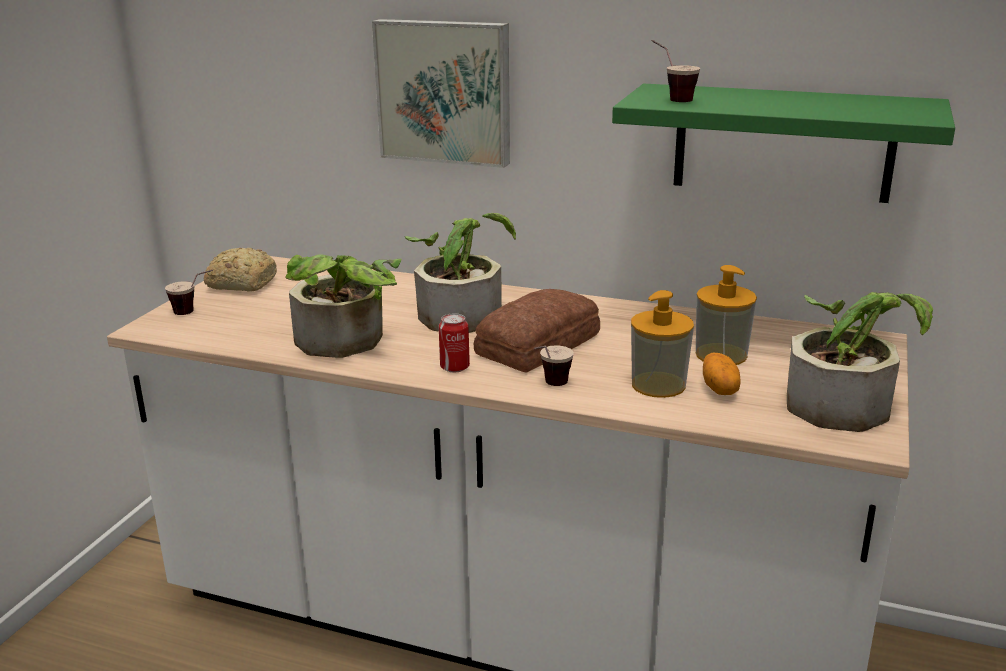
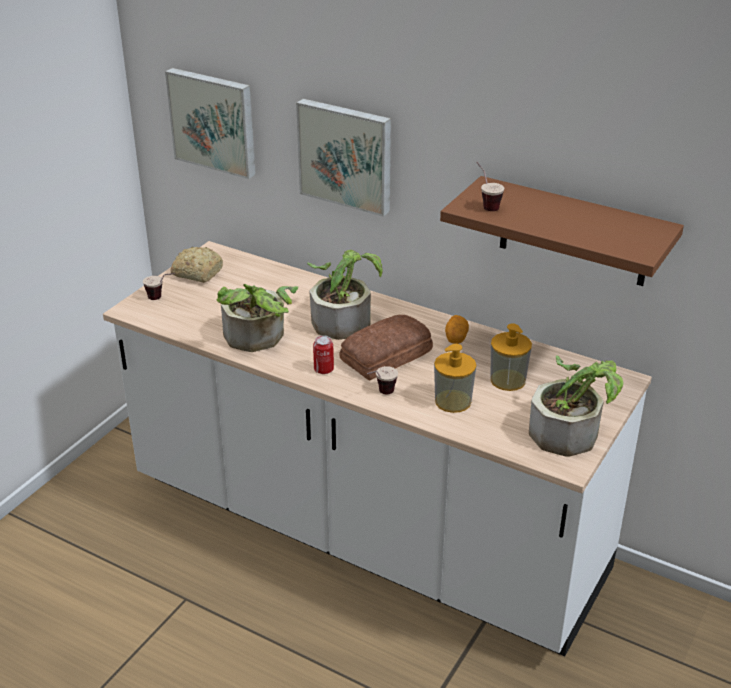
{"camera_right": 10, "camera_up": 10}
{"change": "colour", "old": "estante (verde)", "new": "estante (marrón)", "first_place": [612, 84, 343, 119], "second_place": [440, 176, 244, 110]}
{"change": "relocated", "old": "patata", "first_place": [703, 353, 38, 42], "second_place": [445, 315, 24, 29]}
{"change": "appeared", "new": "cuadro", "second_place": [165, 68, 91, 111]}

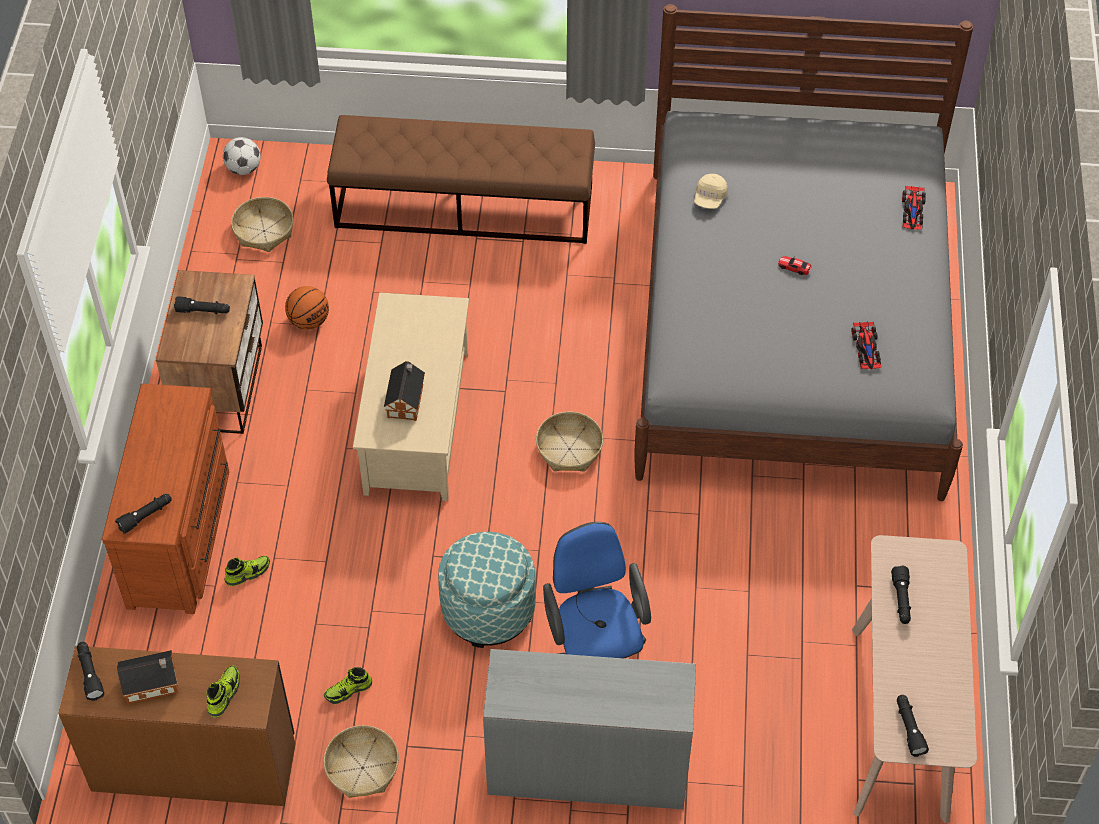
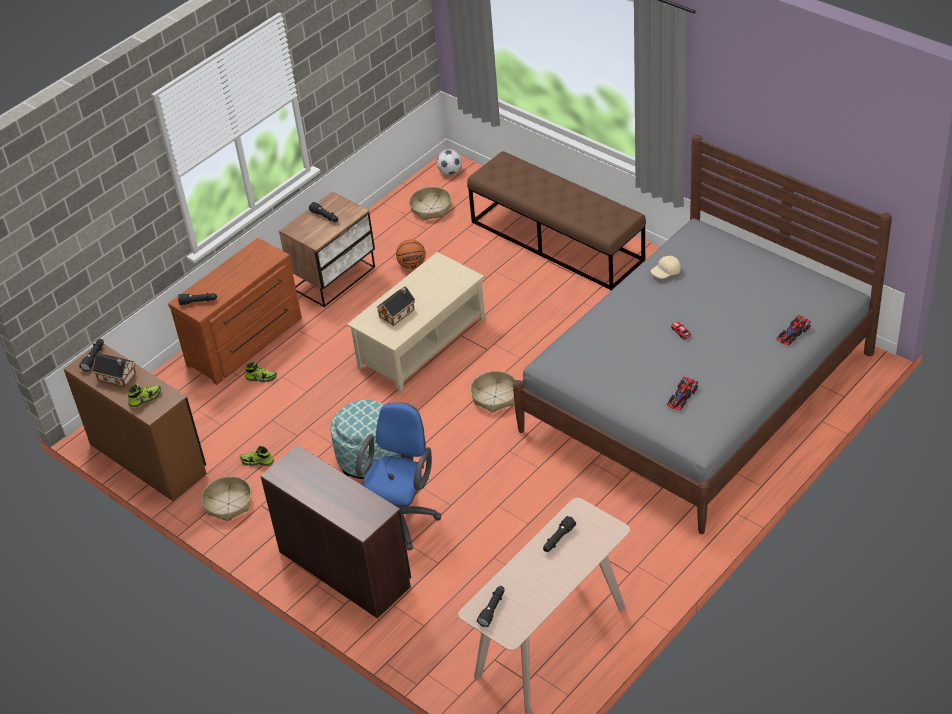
{"camera_right": 40, "camera_up": -10}
{"change": "colour", "old": "escritorio (gris)", "new": "escritorio (marrón)", "first_place": [483, 649, 213, 160], "second_place": [260, 445, 151, 174]}

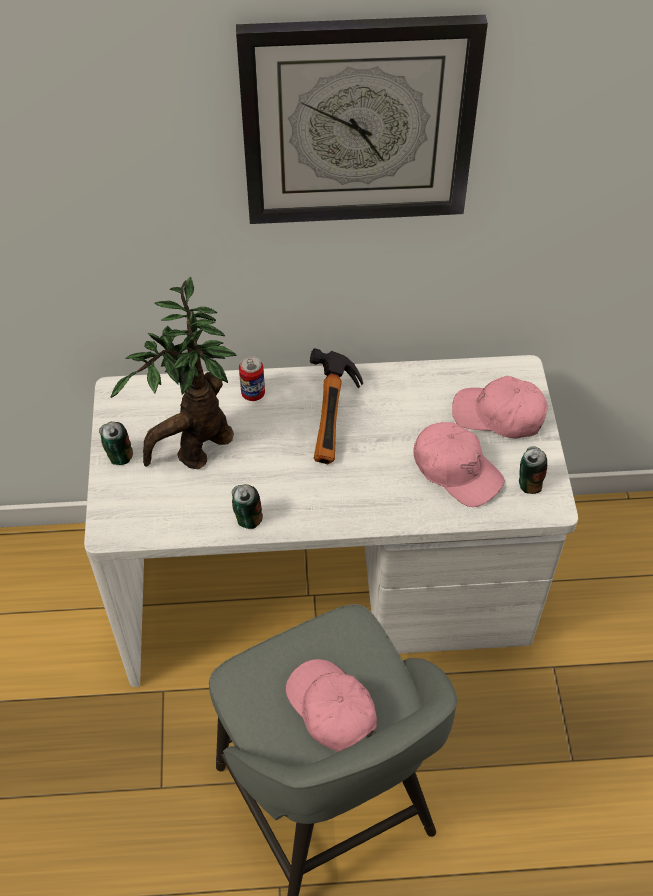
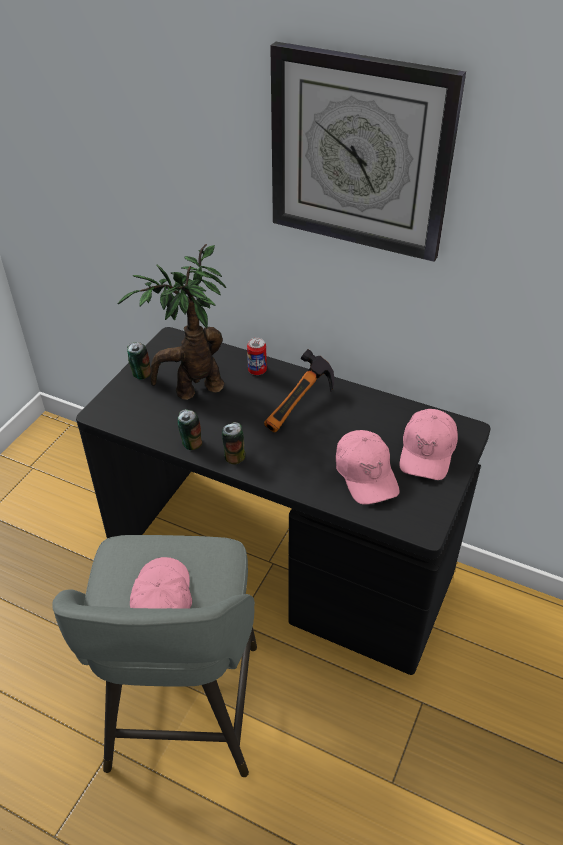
{"camera_right": 30, "camera_up": -10}
{"change": "colour", "old": "escritorio (blanco)", "new": "escritorio (negro)", "first_place": [84, 355, 494, 332], "second_place": [76, 327, 415, 348]}
{"change": "spun", "old": "gorra (rosa)", "first_place": [452, 376, 96, 62], "second_place": [399, 409, 59, 71], "degrees": -120}
{"change": "relocated", "old": "lata", "first_place": [519, 446, 28, 48], "second_place": [222, 422, 23, 43]}

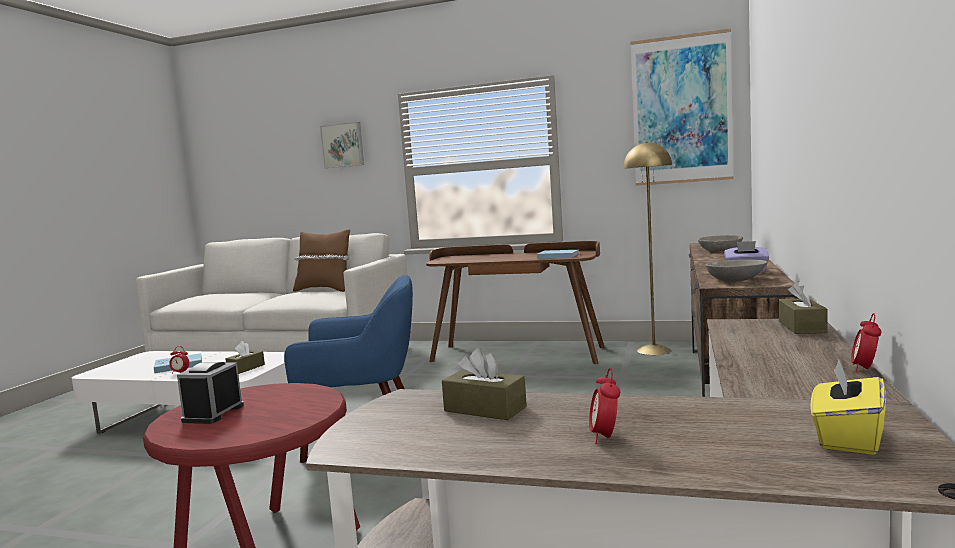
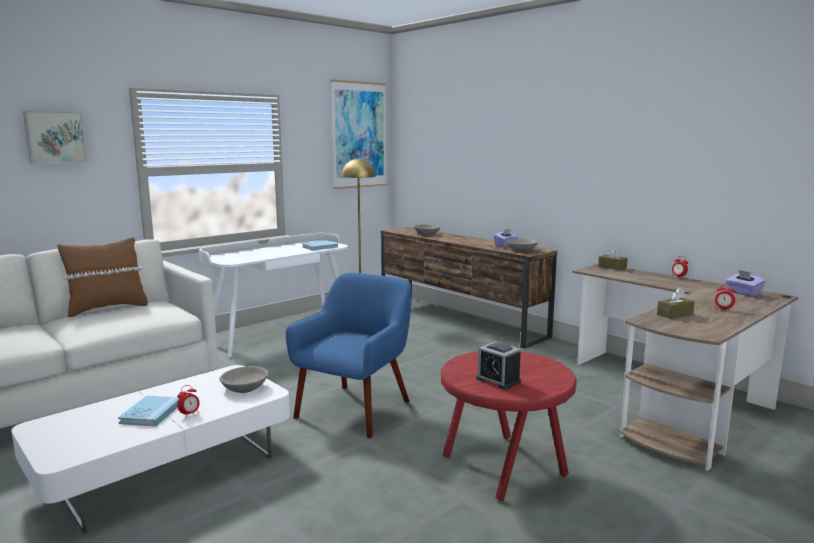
{"camera_right": -60, "camera_up": 5}
{"change": "exchanged", "old": "caja de pañuelos (marrón)", "new": "cuenco (gris)", "first_place": [225, 341, 40, 33], "second_place": [219, 366, 49, 27]}
{"change": "colour", "old": "escritorio (marrón)", "new": "escritorio (blanco)", "first_place": [426, 241, 179, 123], "second_place": [199, 233, 149, 124]}
{"change": "colour", "old": "caja de pañuelos (amarillo)", "new": "caja de pañuelos (morado)", "first_place": [810, 360, 76, 95], "second_place": [726, 269, 39, 28]}

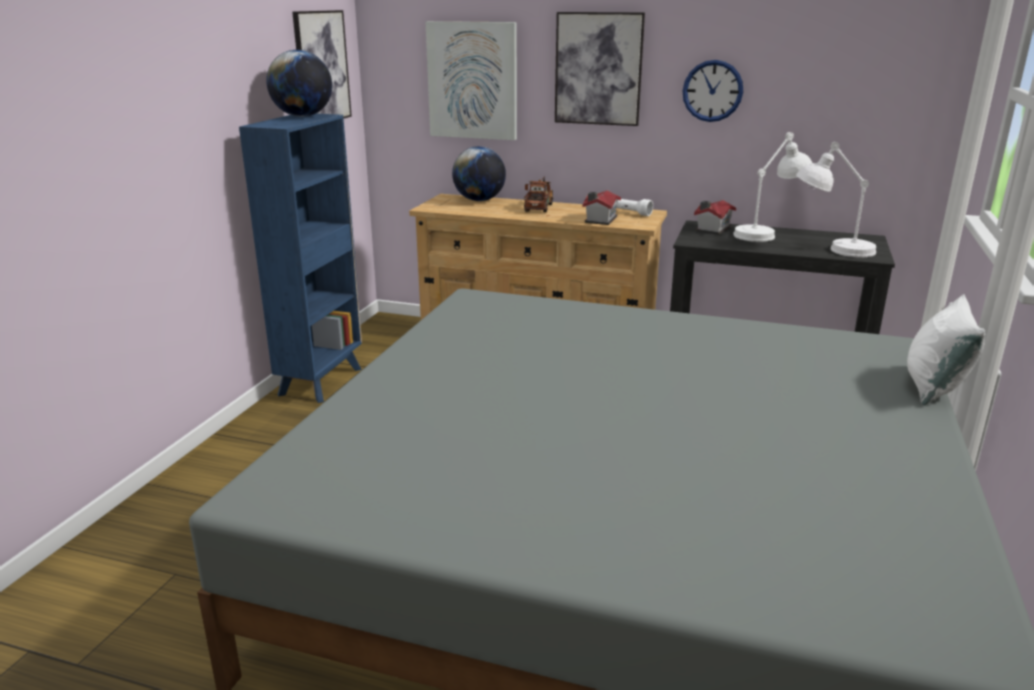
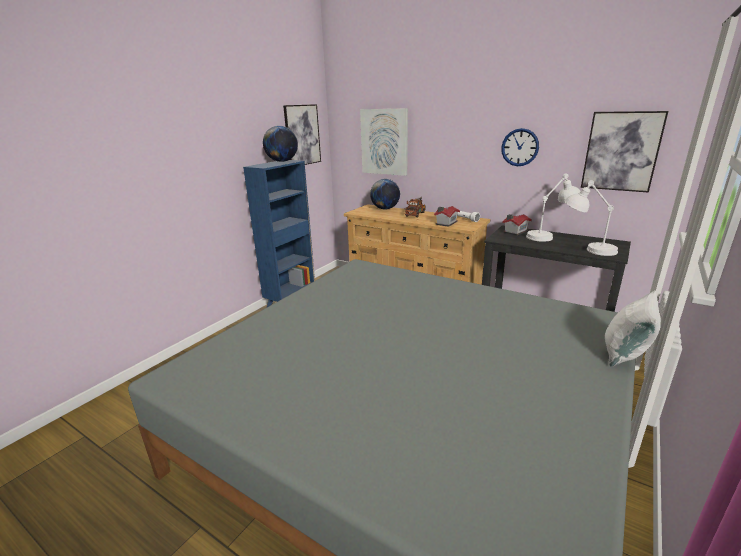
{"camera_right": 15, "camera_up": 0}
{"change": "relocated", "old": "cuadro", "first_place": [555, 12, 90, 114], "second_place": [581, 111, 87, 82]}

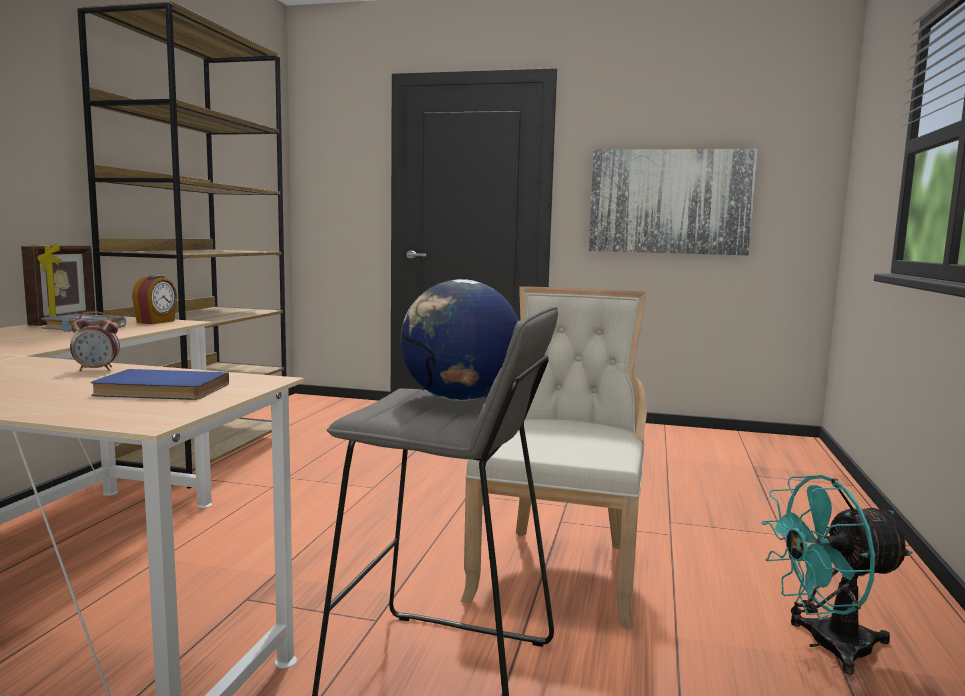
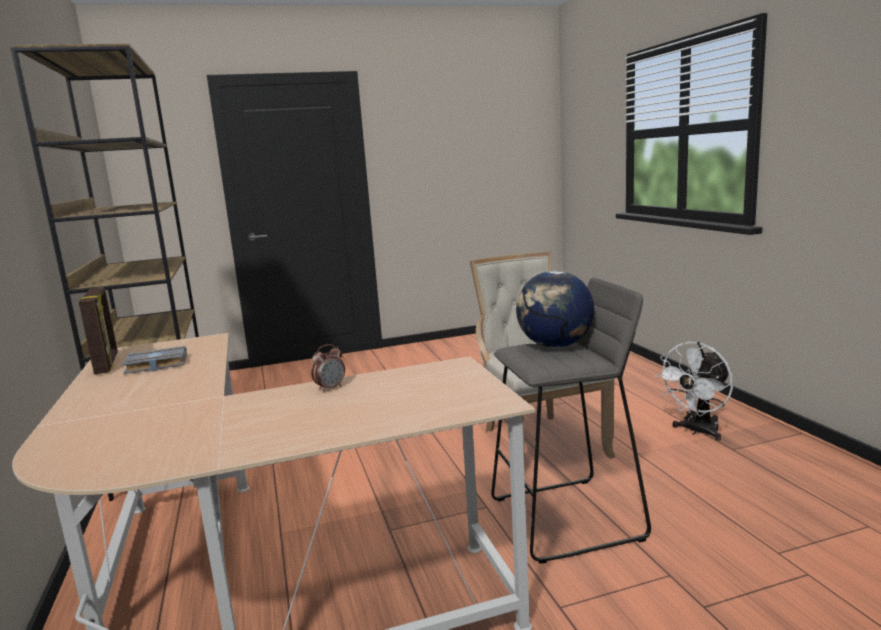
{"camera_right": -30, "camera_up": 5}
{"change": "missing", "old": "libro (azul)", "first_place": [91, 369, 138, 31]}
{"change": "missing", "old": "despertador", "first_place": [132, 275, 45, 49]}
{"change": "missing", "old": "cuadro", "first_place": [589, 149, 169, 106]}
{"change": "colour", "old": "ventilador (turquesa)", "new": "ventilador (blanco)", "first_place": [761, 475, 152, 200], "second_place": [655, 341, 78, 100]}

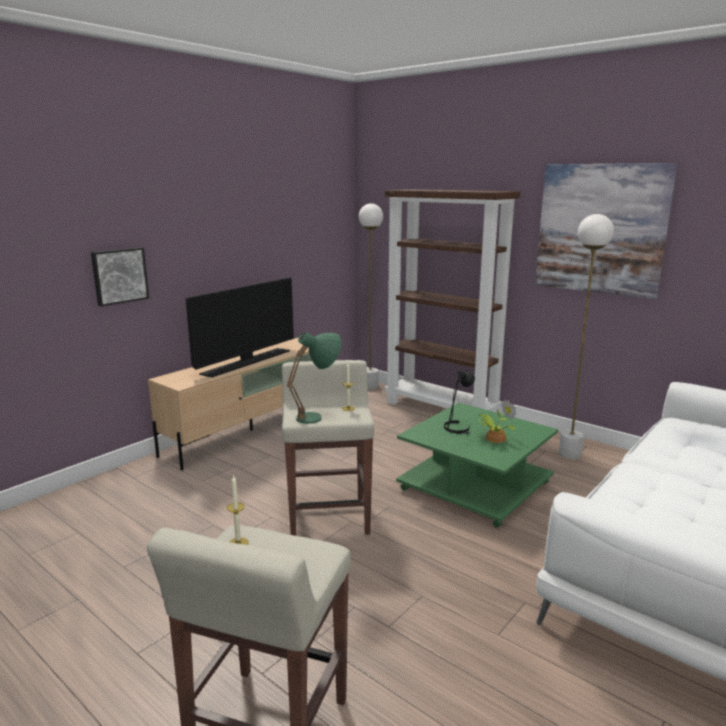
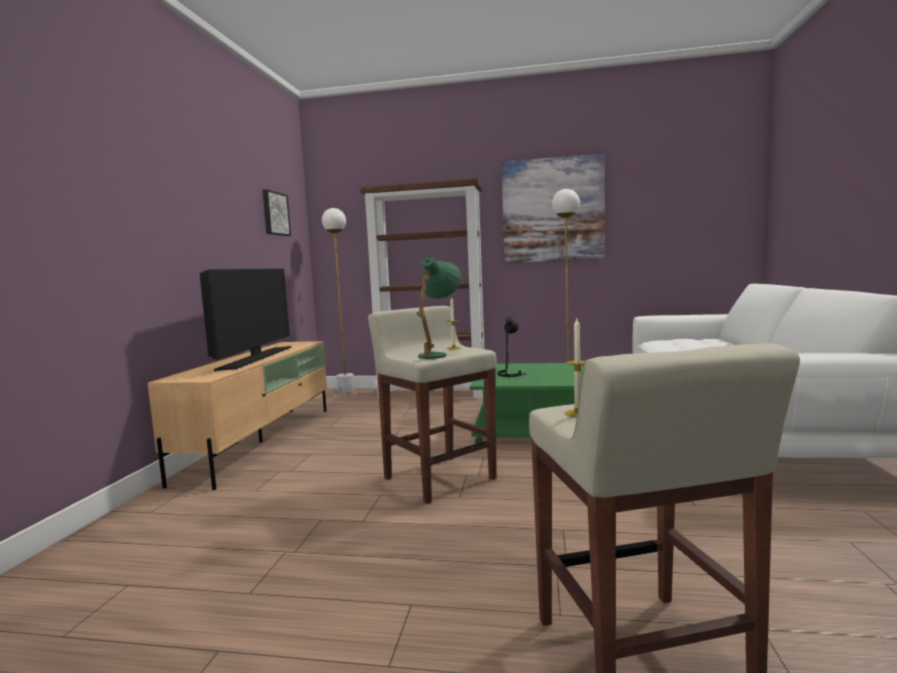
{"camera_right": -30, "camera_up": -10}
{"change": "relocated", "old": "cuadro", "first_place": [91, 247, 58, 60], "second_place": [263, 189, 28, 47]}
{"change": "missing", "old": "planta en maceta", "first_place": [478, 400, 38, 43]}

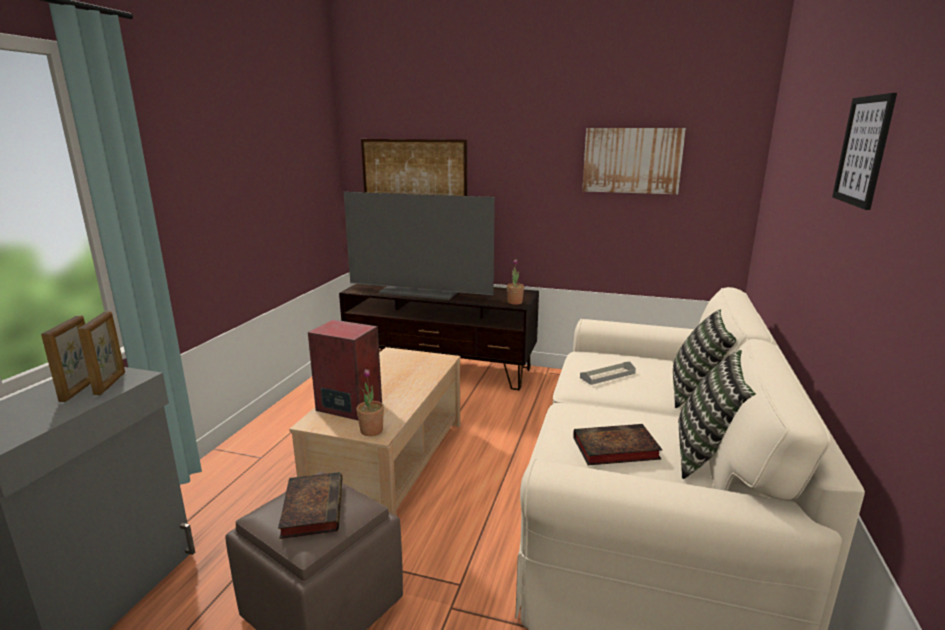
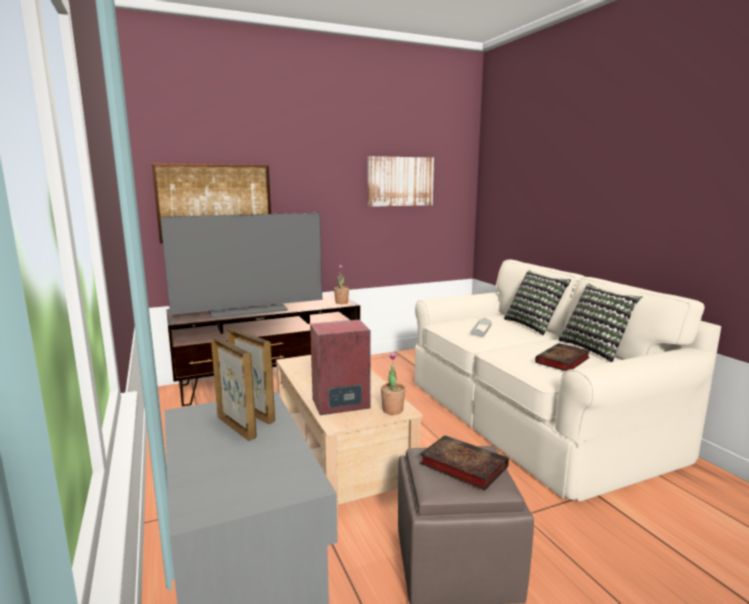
{"camera_right": -40, "camera_up": -5}
{"change": "missing", "old": "cuadro", "first_place": [832, 93, 65, 117]}

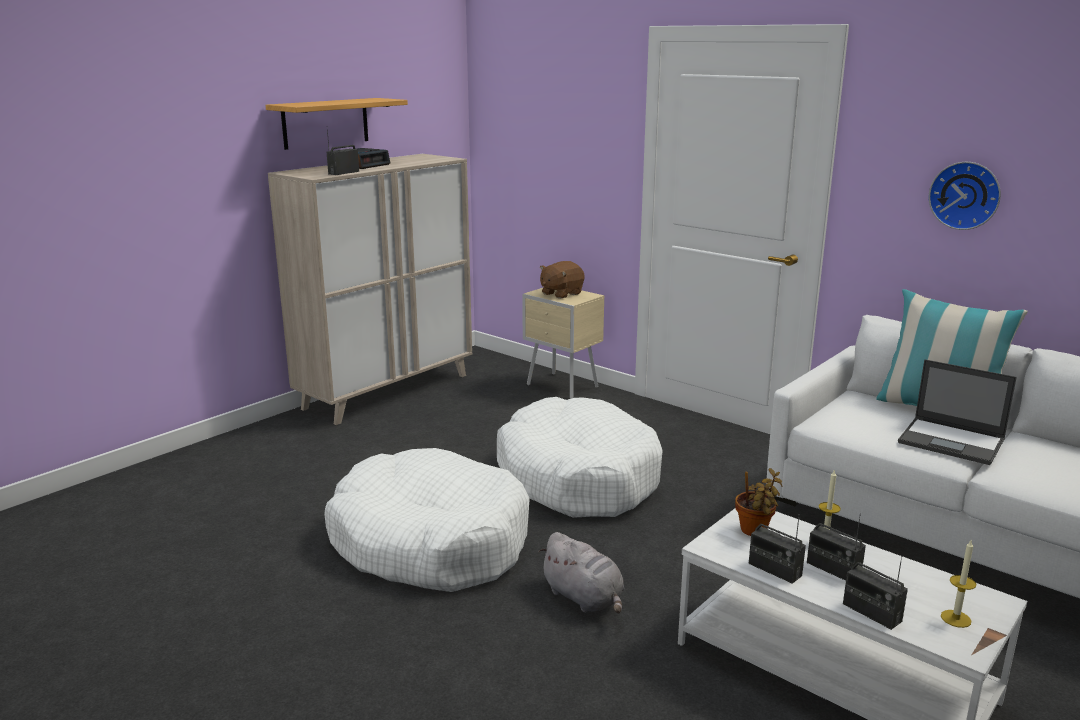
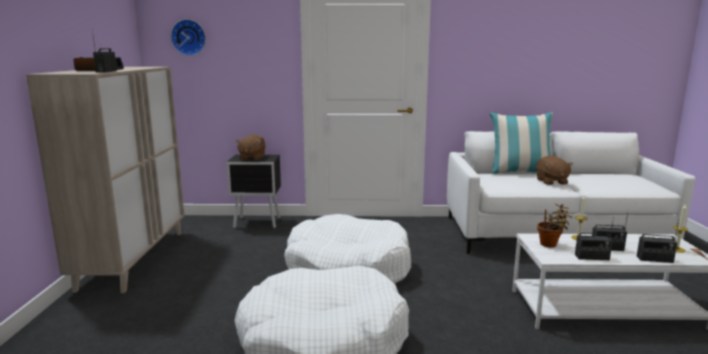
{"camera_right": -40, "camera_up": -5}
{"change": "missing", "old": "estante", "first_place": [266, 98, 142, 52]}
{"change": "colour", "old": "mesita de noche (beis)", "new": "mesita de noche (negro)", "first_place": [522, 288, 83, 110], "second_place": [226, 155, 55, 73]}
{"change": "missing", "old": "peluche (gris)", "first_place": [538, 532, 86, 82]}
{"change": "exchanged", "old": "portátil", "new": "peluche (marrón)", "first_place": [898, 359, 119, 106], "second_place": [536, 156, 37, 29]}
{"change": "relocated", "old": "reloj de pared", "first_place": [929, 162, 72, 68], "second_place": [171, 19, 35, 37]}

